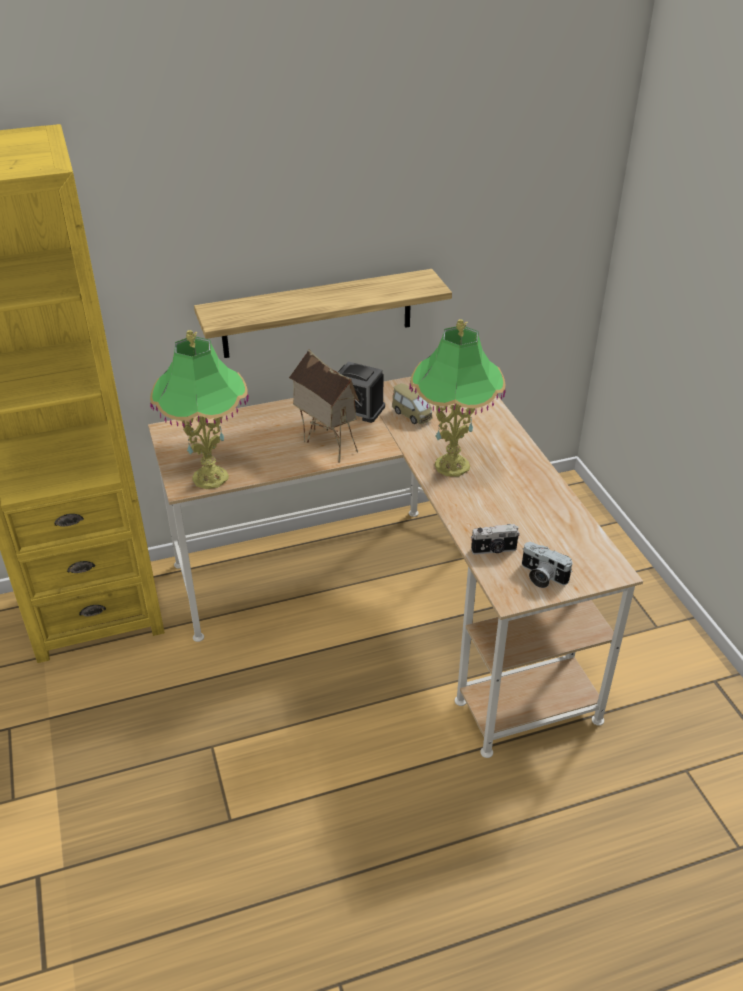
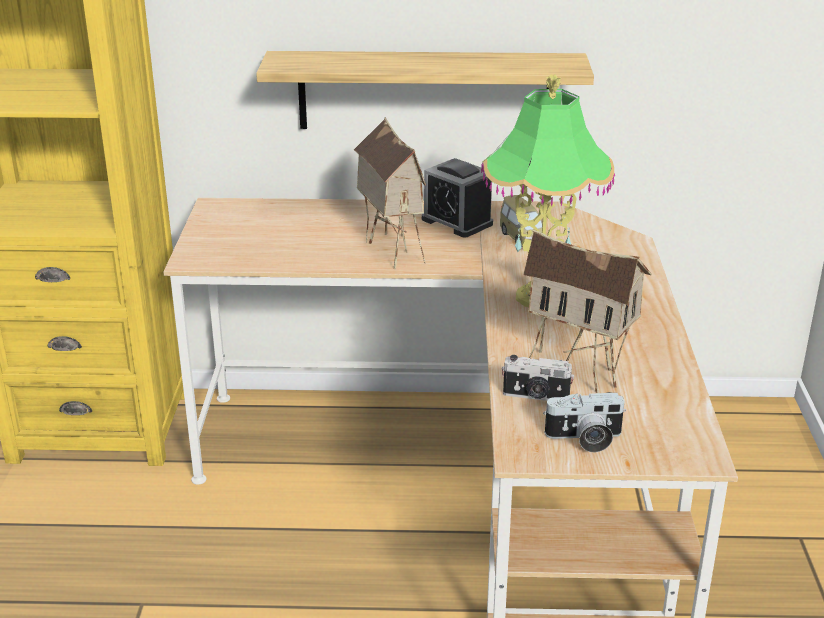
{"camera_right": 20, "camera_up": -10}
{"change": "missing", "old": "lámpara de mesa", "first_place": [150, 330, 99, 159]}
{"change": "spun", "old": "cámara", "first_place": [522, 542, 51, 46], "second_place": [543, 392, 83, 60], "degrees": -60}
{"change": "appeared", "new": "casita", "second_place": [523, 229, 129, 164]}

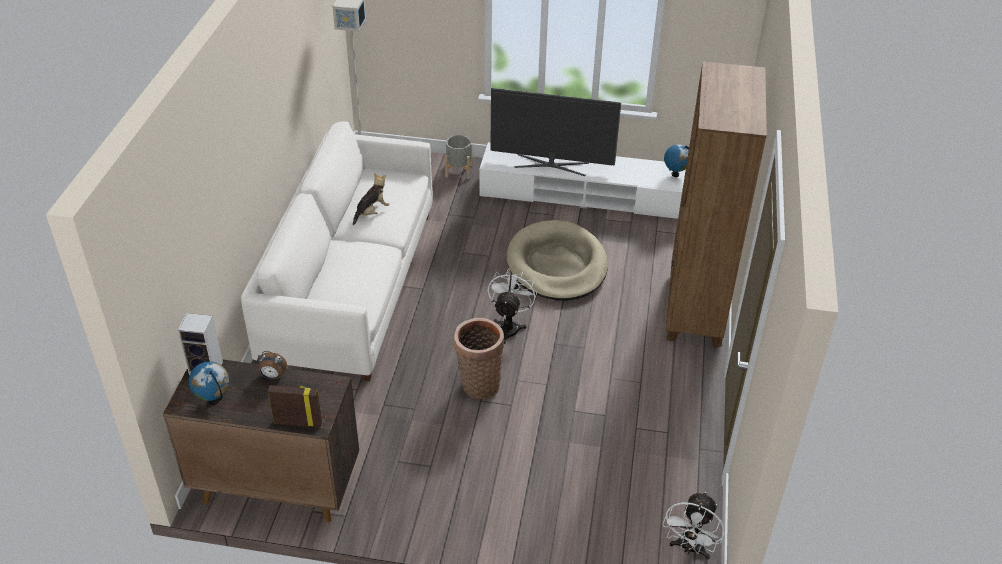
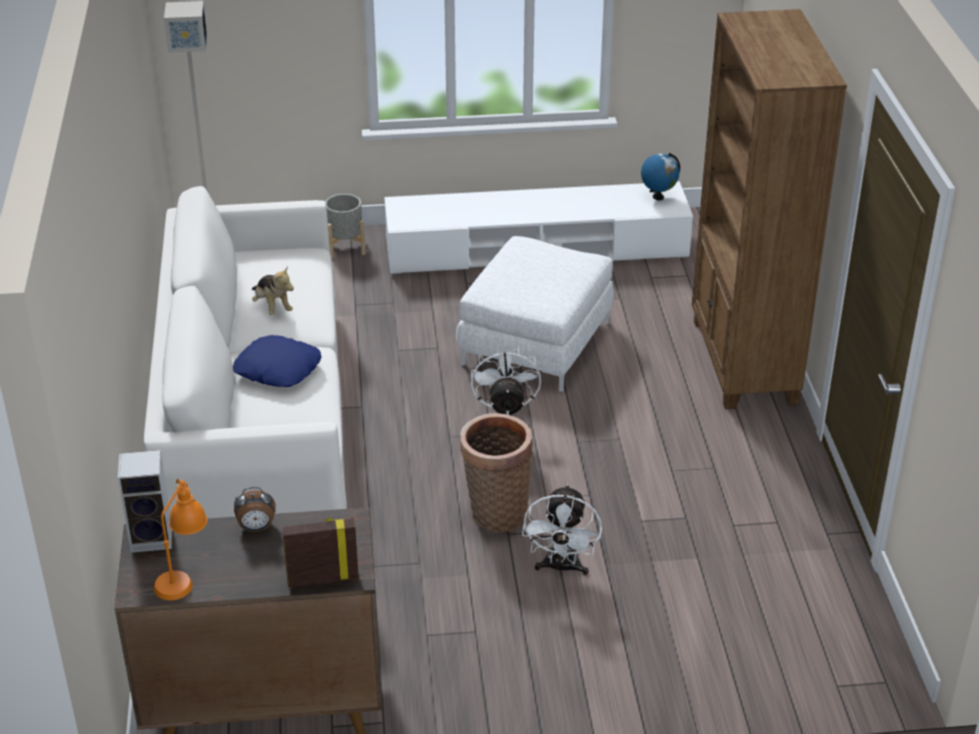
{"camera_right": -15, "camera_up": -5}
{"change": "exchanged", "old": "globo terráqueo", "new": "lámpara de mesa (naranja)", "first_place": [189, 361, 40, 44], "second_place": [154, 479, 54, 121]}
{"change": "spun", "old": "peluche", "first_place": [353, 173, 36, 52], "second_place": [252, 266, 42, 49], "degrees": 120}
{"change": "missing", "old": "televisor", "first_place": [490, 88, 131, 88]}
{"change": "exchanged", "old": "cama para perro (beis)", "new": "puf (blanco)", "first_place": [507, 220, 101, 81], "second_place": [456, 236, 158, 156]}
{"change": "relocated", "old": "ventilador (blanco)", "first_place": [662, 492, 63, 68], "second_place": [522, 484, 80, 91]}
{"change": "appeared", "new": "cojín (azul)", "second_place": [233, 335, 89, 52]}

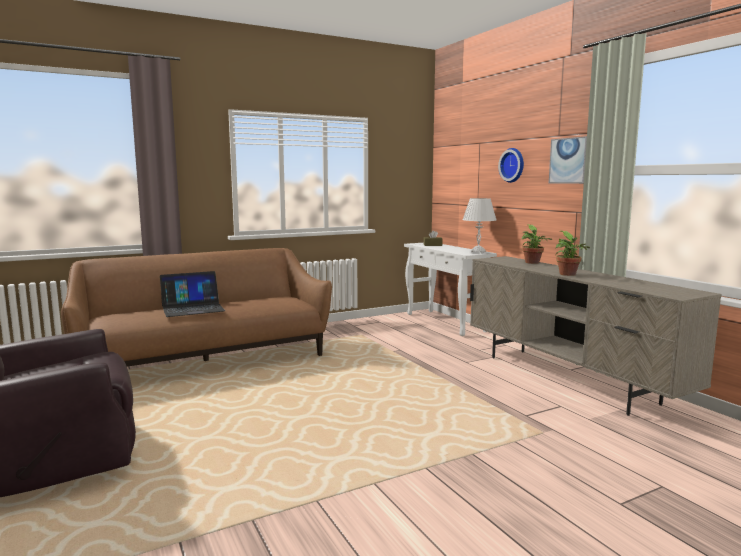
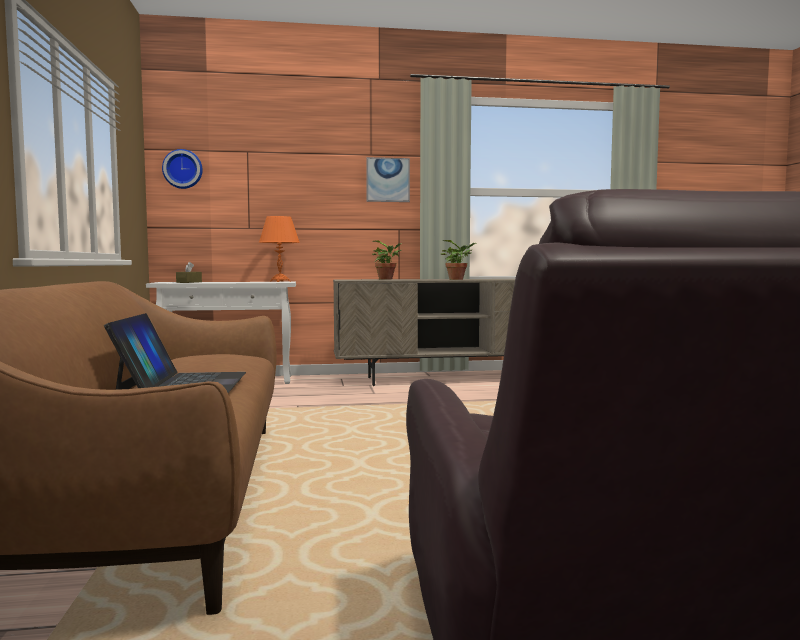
{"camera_right": -70, "camera_up": -5}
{"change": "colour", "old": "lámpara de mesa (blanco)", "new": "lámpara de mesa (naranja)", "first_place": [462, 198, 35, 56], "second_place": [259, 216, 41, 66]}
{"change": "relocated", "old": "reloj de pared", "first_place": [498, 148, 26, 35], "second_place": [162, 149, 41, 40]}

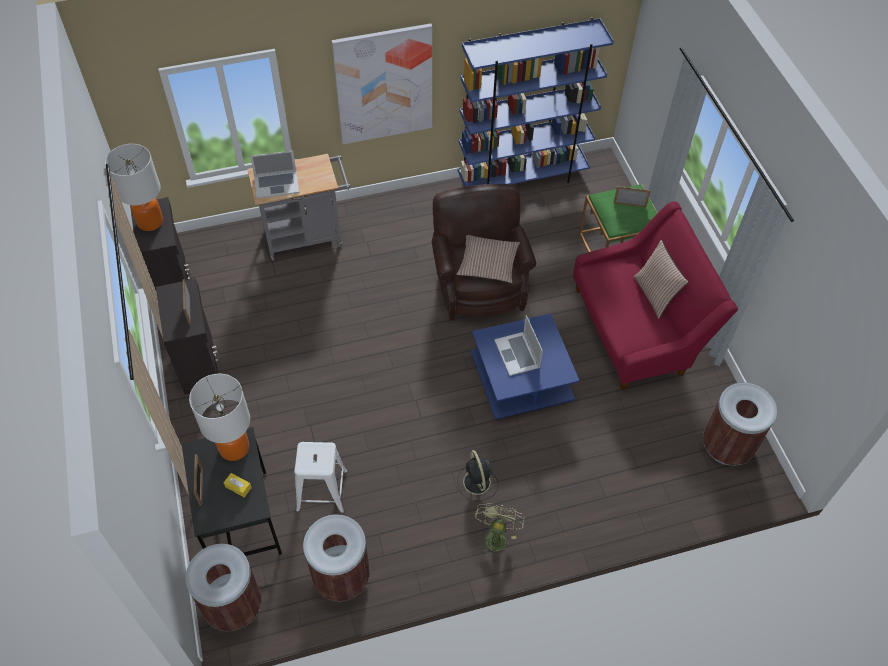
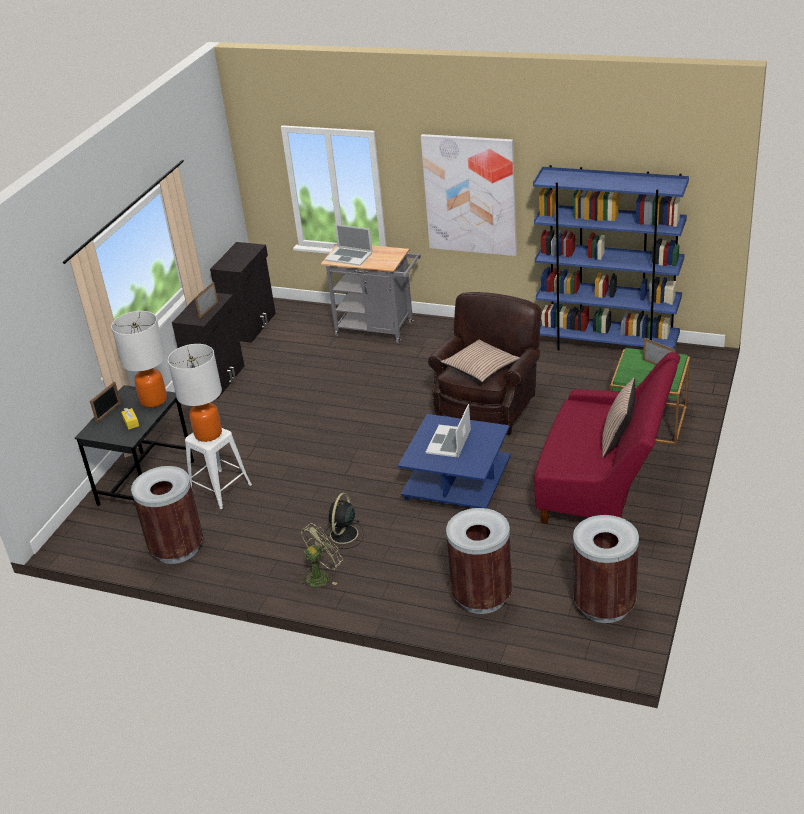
{"camera_right": 40, "camera_up": -20}
{"change": "relocated", "old": "lámpara de mesa", "first_place": [105, 144, 58, 87], "second_place": [168, 344, 54, 98]}
{"change": "relocated", "old": "papelera (marrón)", "first_place": [186, 544, 75, 87], "second_place": [446, 508, 66, 106]}

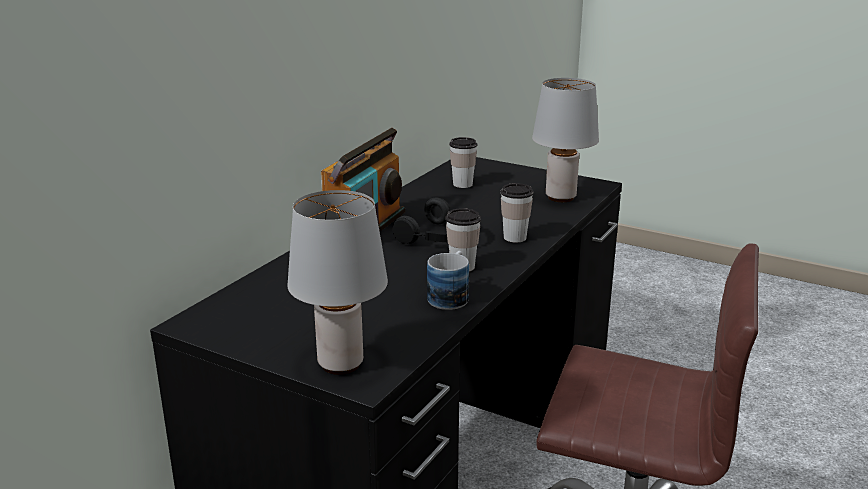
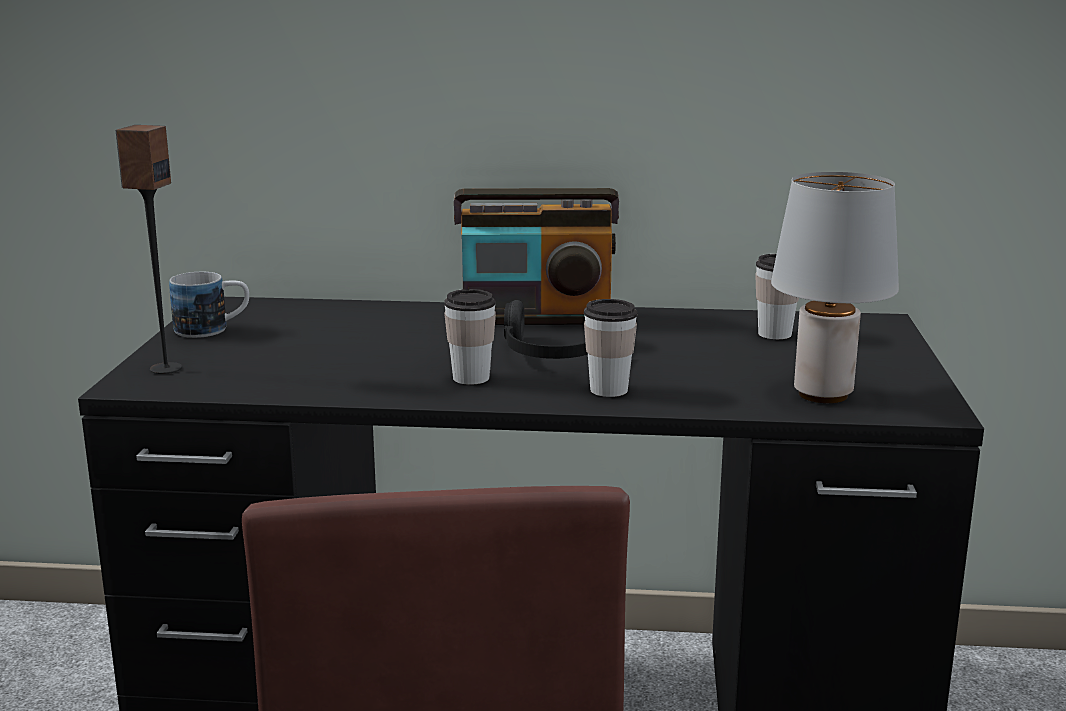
{"camera_right": 65, "camera_up": -5}
{"change": "exchanged", "old": "lámpara de mesa (gris)", "new": "altavoz", "first_place": [287, 190, 101, 185], "second_place": [115, 125, 67, 249]}
{"change": "relocated", "old": "taza grande", "first_place": [427, 251, 42, 59], "second_place": [169, 272, 80, 66]}

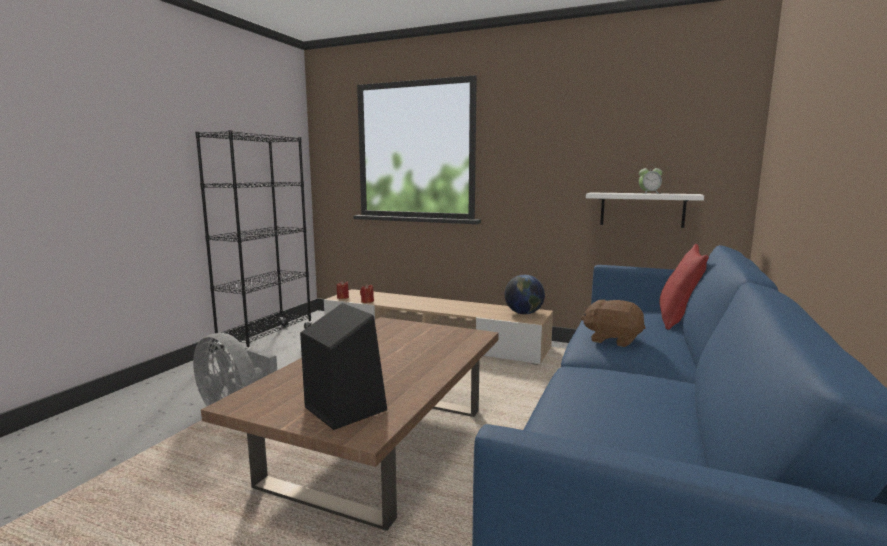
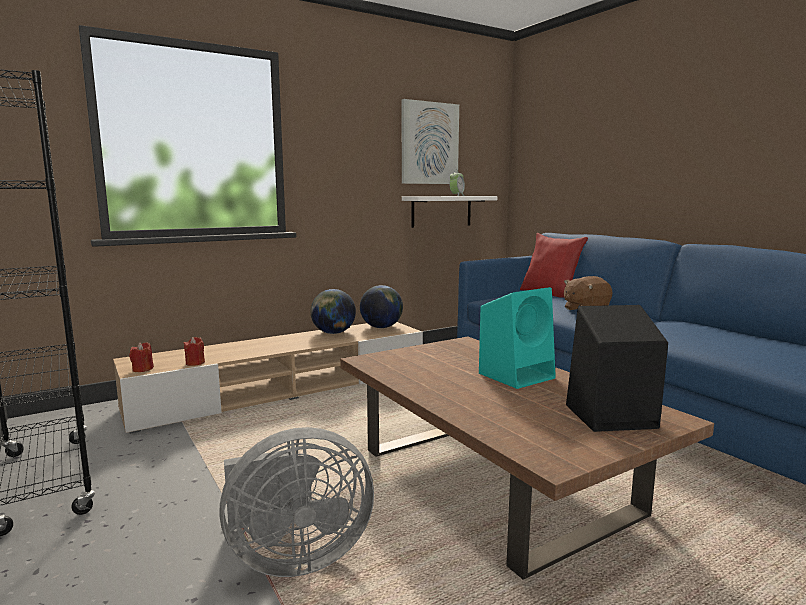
{"camera_right": -55, "camera_up": 0}
{"change": "appeared", "new": "globo terráqueo", "second_place": [311, 289, 45, 45]}
{"change": "appeared", "new": "cuadro", "second_place": [402, 99, 57, 85]}
{"change": "appeared", "new": "altavoz (turquesa)", "second_place": [479, 287, 77, 102]}

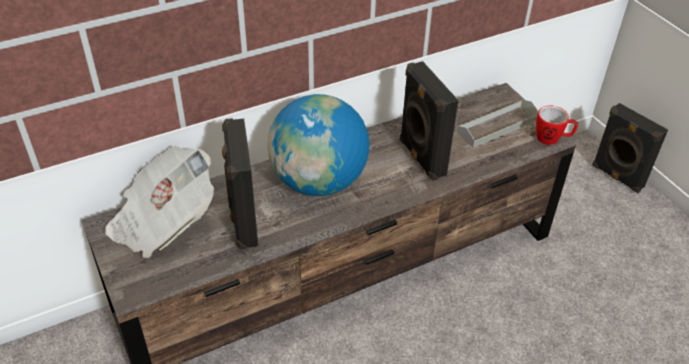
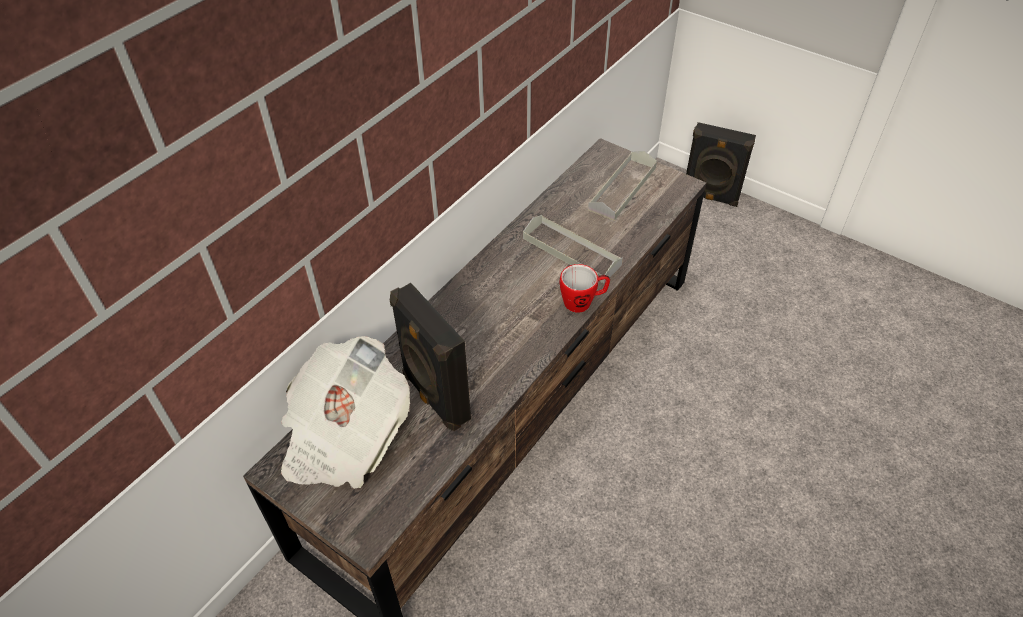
{"camera_right": -25, "camera_up": 5}
{"change": "missing", "old": "globo terráqueo", "first_place": [267, 94, 103, 102]}
{"change": "exchanged", "old": "altavoz (negro)", "new": "bandeja (gris)", "first_place": [400, 61, 58, 120], "second_place": [523, 215, 100, 68]}
{"change": "relocated", "old": "taza grande", "first_place": [536, 106, 42, 39], "second_place": [559, 264, 51, 49]}

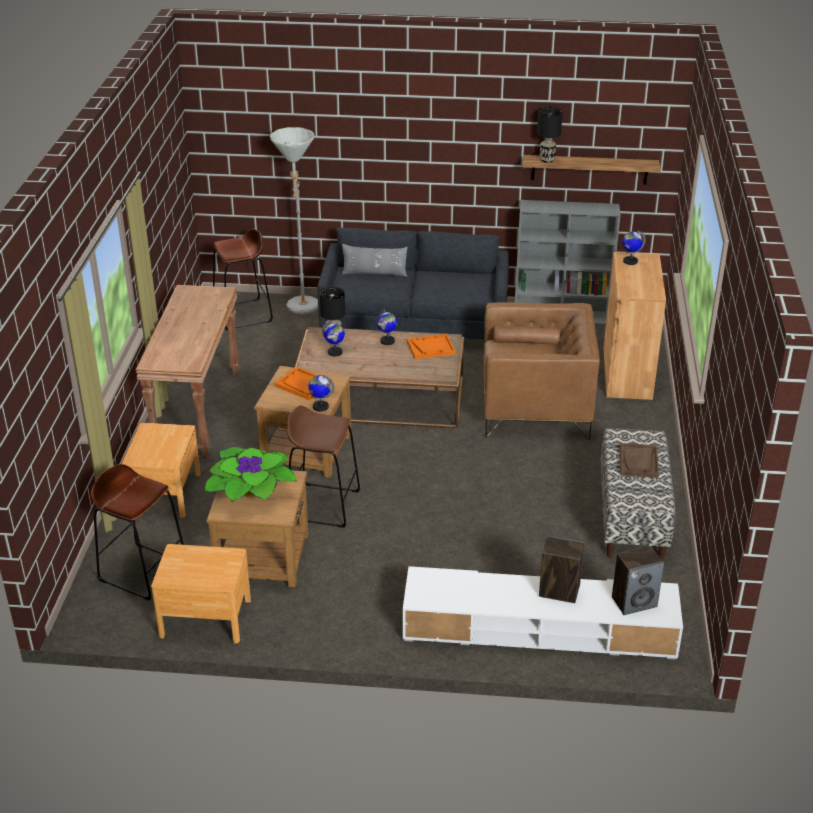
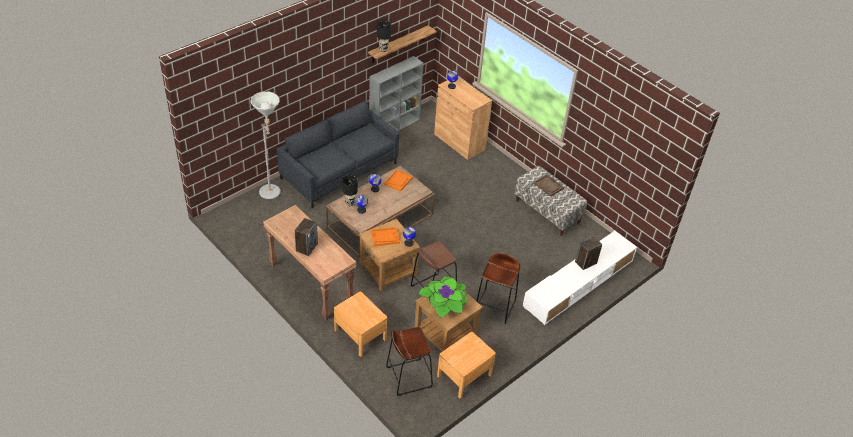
{"camera_right": -50, "camera_up": 10}
{"change": "relocated", "old": "taburete (marrón)", "first_place": [213, 229, 60, 102], "second_place": [477, 253, 43, 71]}
{"change": "missing", "old": "cojín (gris)", "first_place": [342, 244, 66, 33]}
{"change": "missing", "old": "sillón (marrón)", "first_place": [484, 302, 116, 138]}
{"change": "relocated", "old": "altavoz", "first_place": [612, 546, 52, 69], "second_place": [295, 218, 23, 38]}

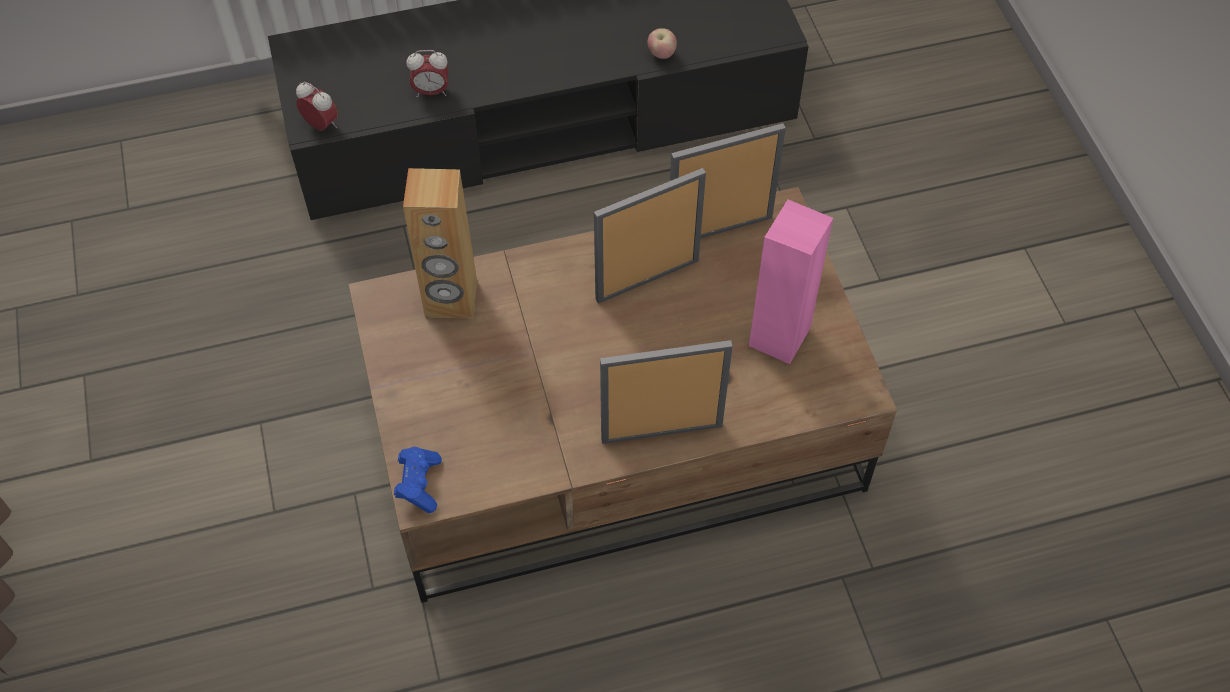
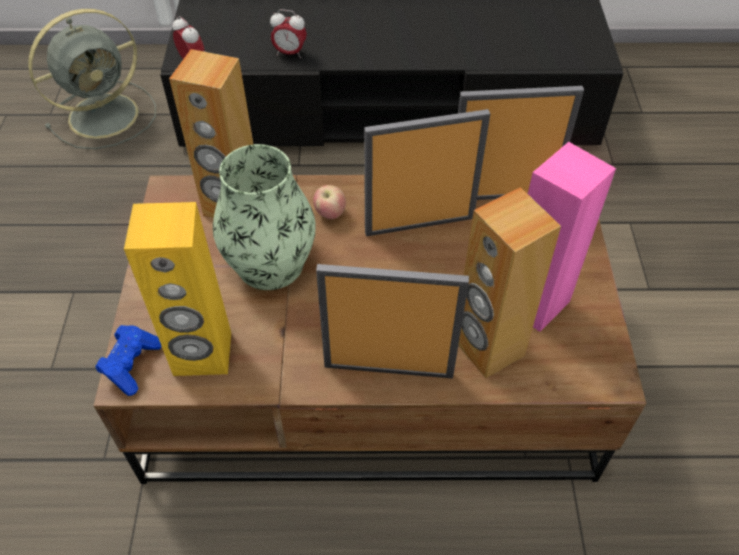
{"camera_right": 15, "camera_up": -5}
{"change": "relocated", "old": "manzana", "first_place": [648, 28, 29, 31], "second_place": [313, 185, 33, 34]}
{"change": "appeared", "new": "ventilador (gris)", "second_place": [28, 9, 128, 140]}
{"change": "appeared", "new": "altavoz (amarillo)", "second_place": [124, 202, 107, 174]}
{"change": "appeared", "new": "florero", "second_place": [213, 144, 103, 146]}
{"change": "appeared", "new": "altavoz (marrón)", "second_place": [458, 187, 103, 192]}

